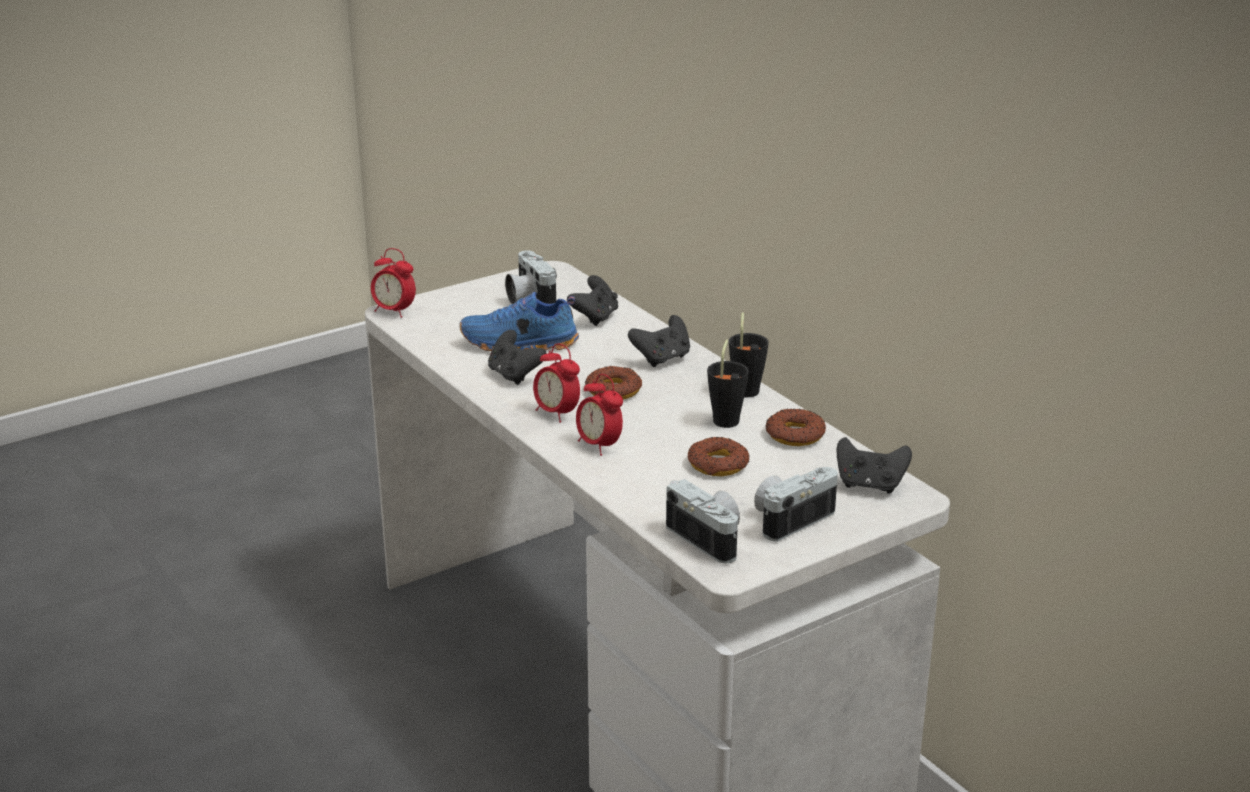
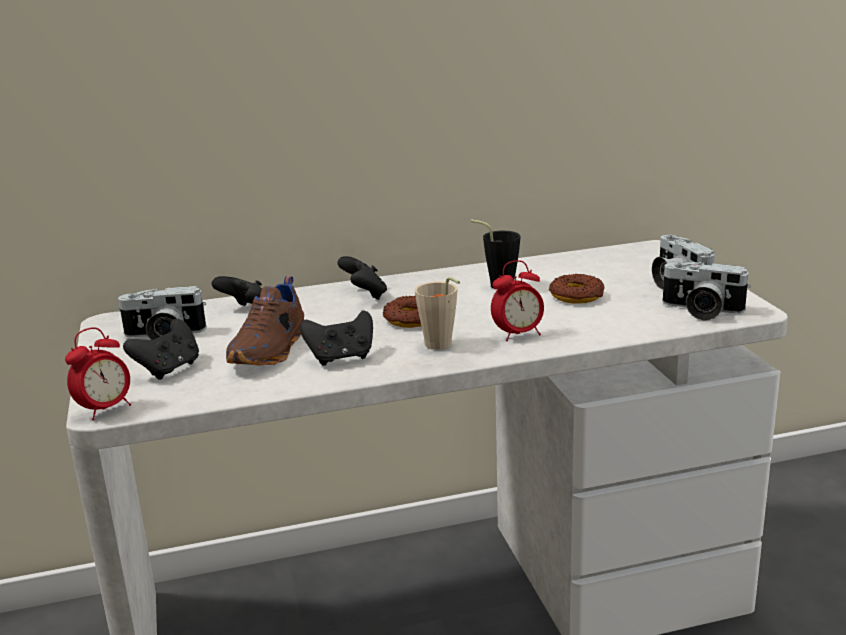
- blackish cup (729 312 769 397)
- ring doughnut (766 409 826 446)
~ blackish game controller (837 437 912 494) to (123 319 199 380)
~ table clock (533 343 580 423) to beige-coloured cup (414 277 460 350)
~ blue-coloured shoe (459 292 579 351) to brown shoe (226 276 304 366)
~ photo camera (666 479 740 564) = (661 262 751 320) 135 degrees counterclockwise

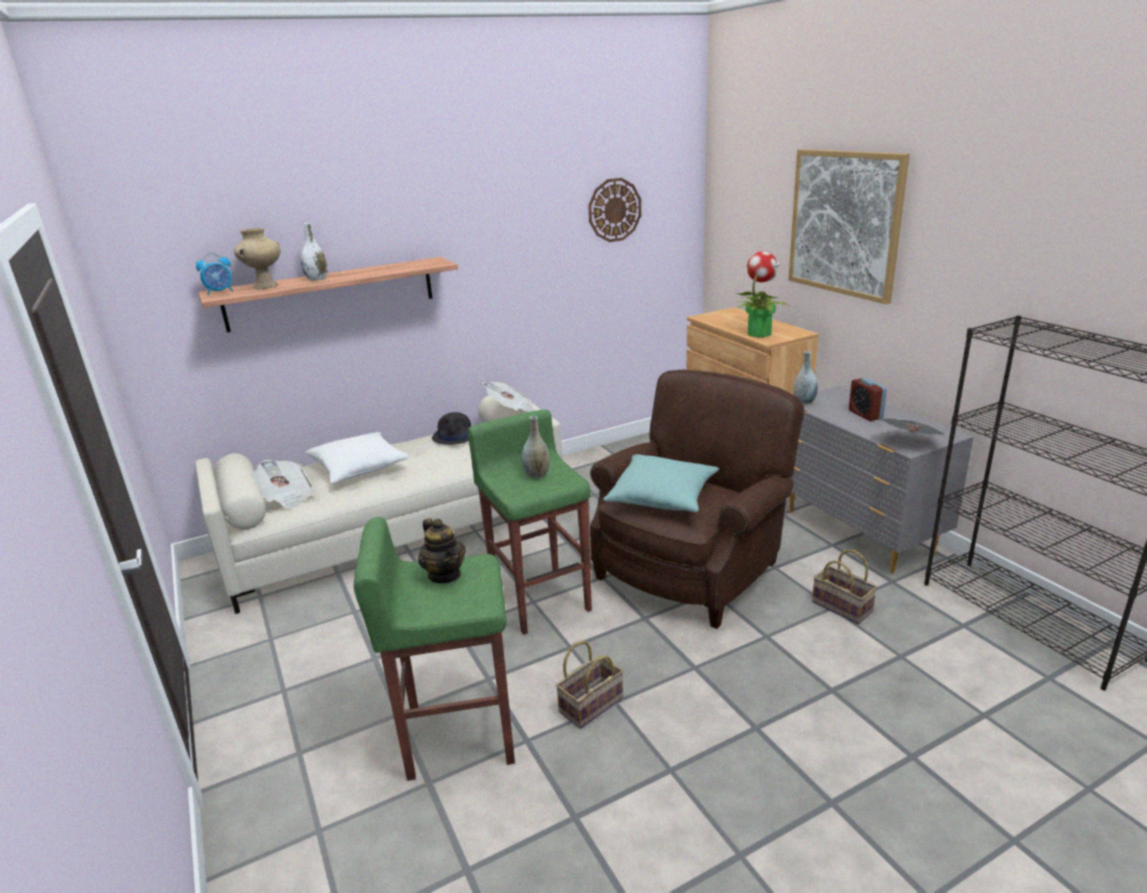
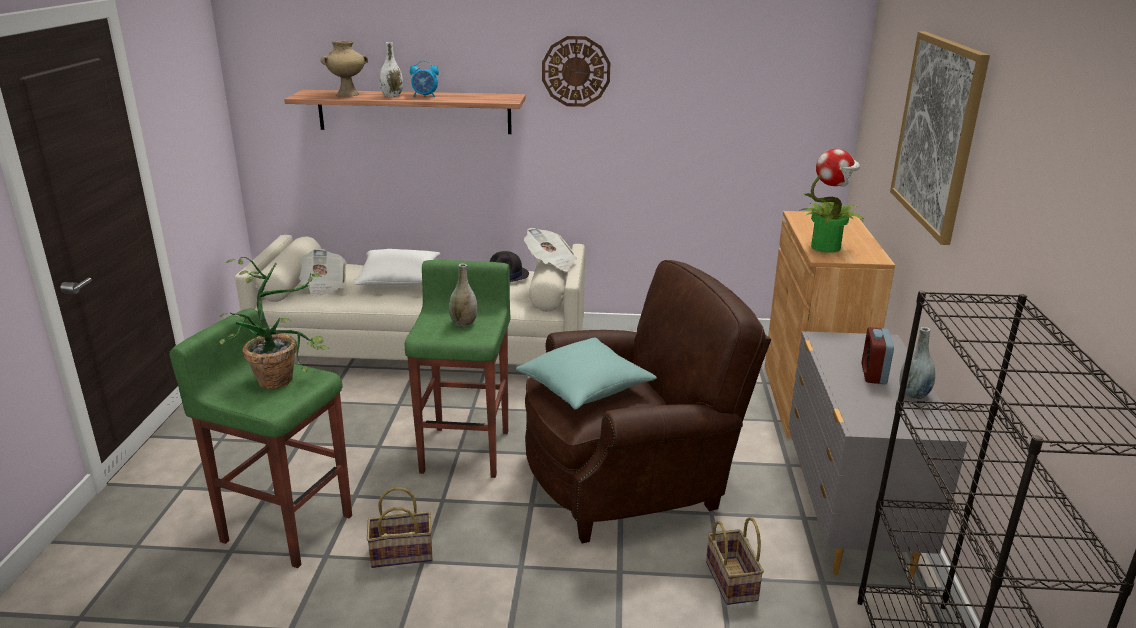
- newspaper (880 418 945 435)
~ table clock (196 253 233 295) to (410 60 439 97)
~ hanging clock (588 178 641 242) to (542 36 610 107)
~ gray decorative vase (793 351 818 404) to (900 327 935 399)
~ tea pot (418 518 466 583) to houseplant (219 257 329 389)

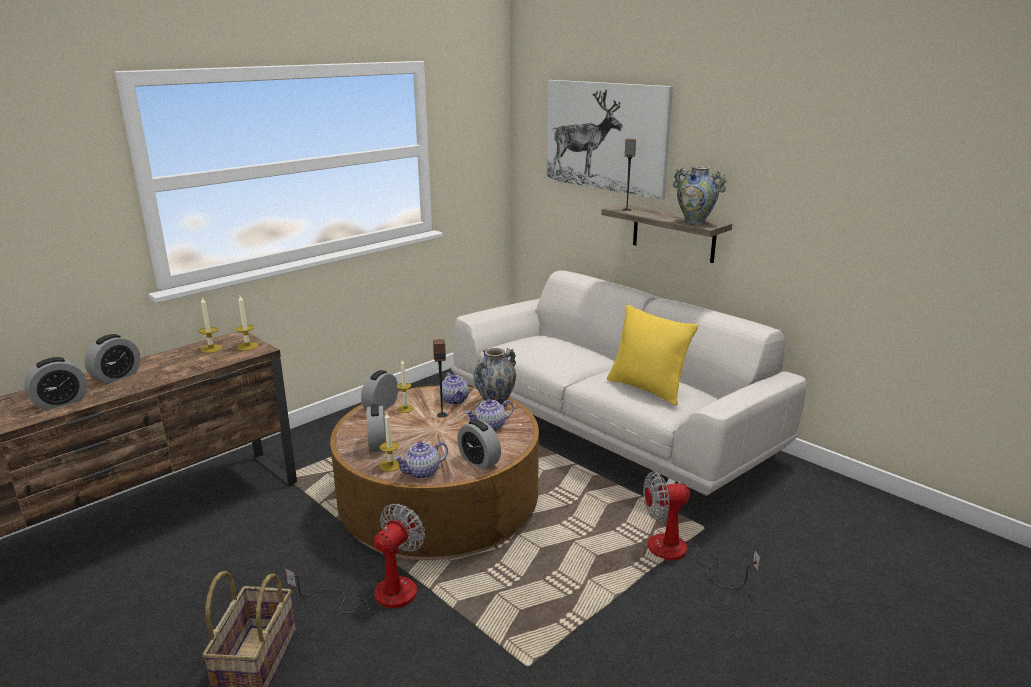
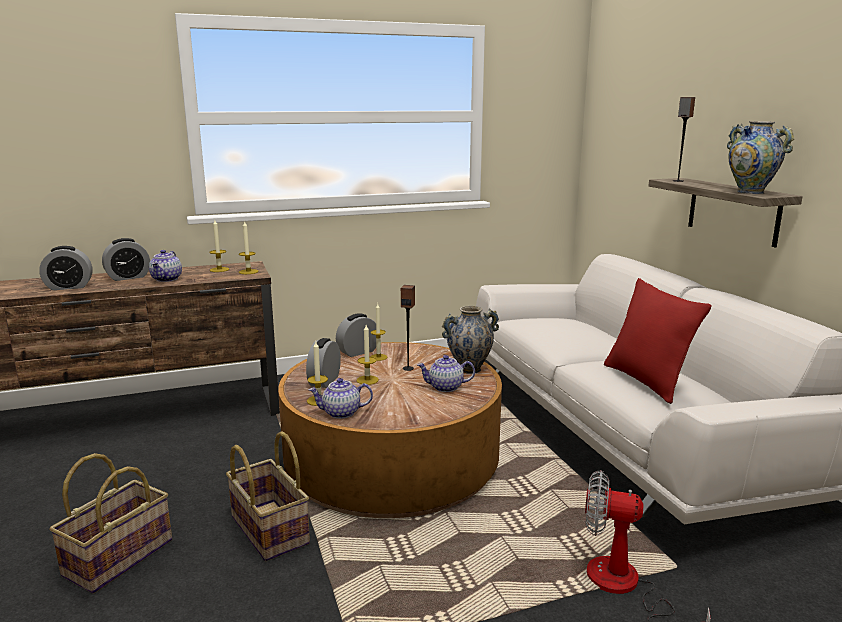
- table clock (457 420 501 470)
- wall picture (547 80 673 200)
+ wax candle (356 325 379 385)
~ tea pot (439 372 469 405) to (149 250 182 282)
~ fan (285 504 425 614) to storage basket (226 431 310 561)
~ yellowish pillow (607 305 698 406) to reddish pillow (604 278 712 404)

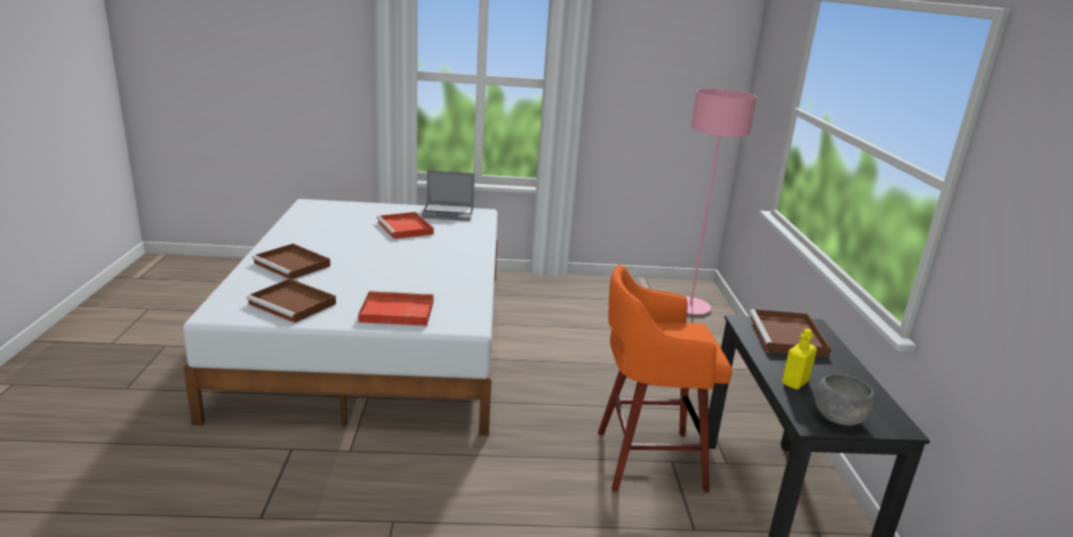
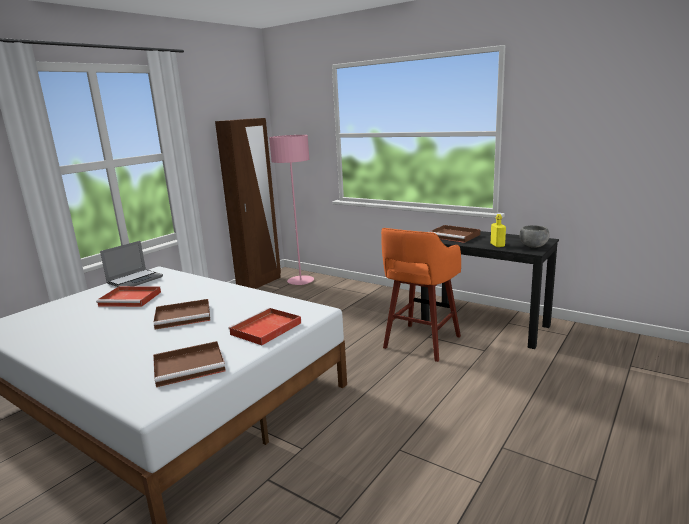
+ brown armoire (215 118 281 289)
~ brown tray (252 244 330 279) to (153 299 210 330)

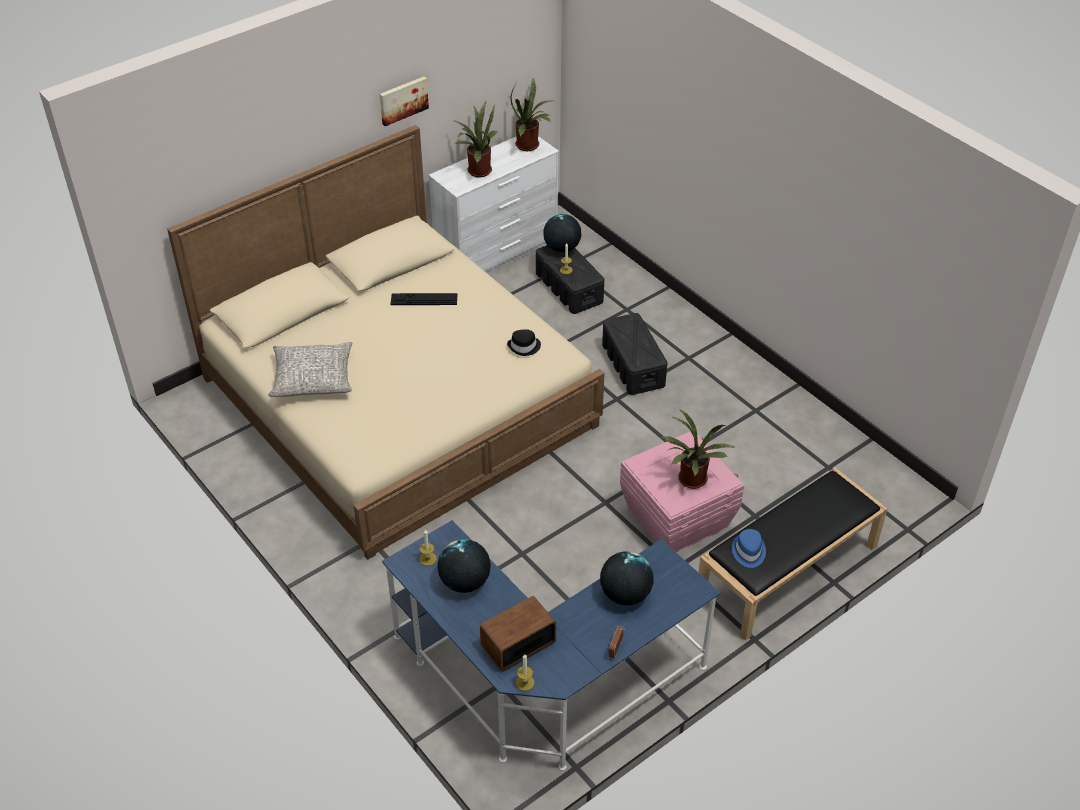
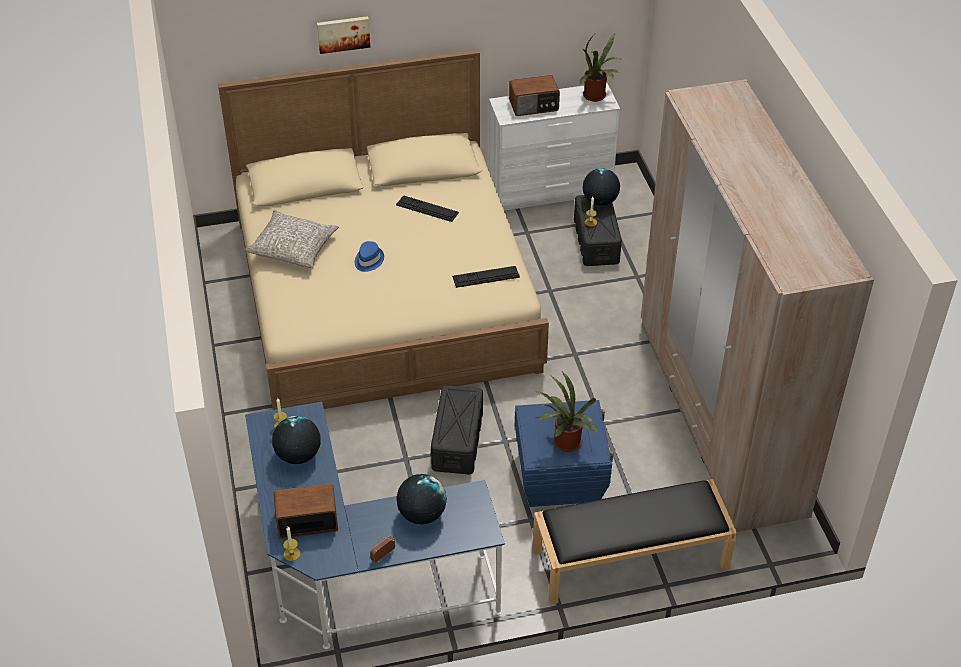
+ beige-coloured armoire (641 79 874 532)
~ wall picture (380 76 429 126) to (317 16 370 54)
~ blackish storage box (602 313 667 395) to (431 385 483 474)
~ blue-coloured clothing hat (732 529 766 568) to (355 241 384 272)
~ houseplant (453 101 497 177) to radio set (509 75 560 116)
~ blackish clothing hat (507 329 541 356) to computer keyboard (452 266 520 288)
~ pink storage box (620 431 744 552) to blue-coloured storage box (515 400 614 507)

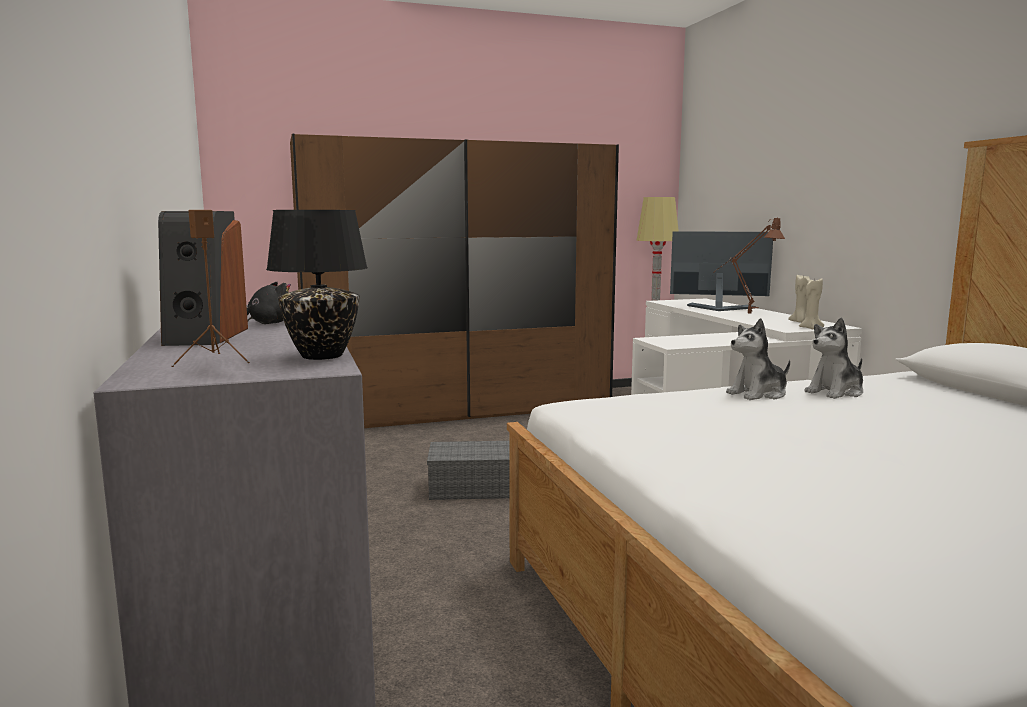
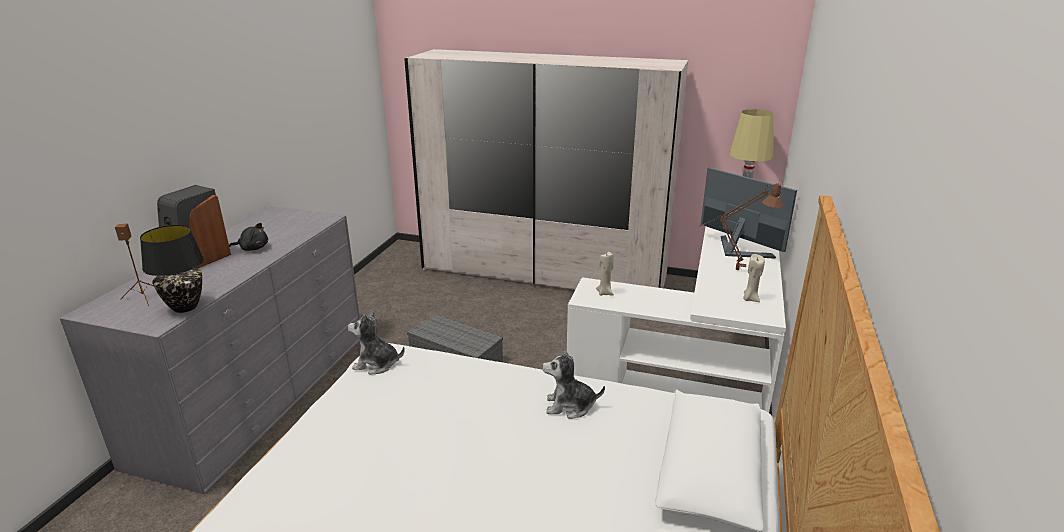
~ plush toy (726 318 790 400) to (348 311 405 375)
~ beige-coloured wax candle (799 278 824 329) to (596 252 614 296)
~ brown armoire (290 134 619 428) to white-coloured armoire (404 49 688 290)

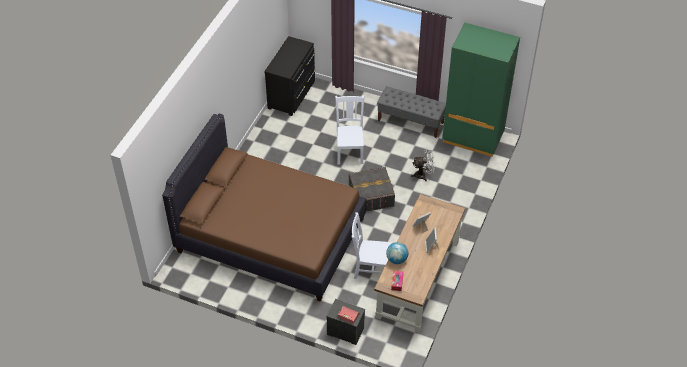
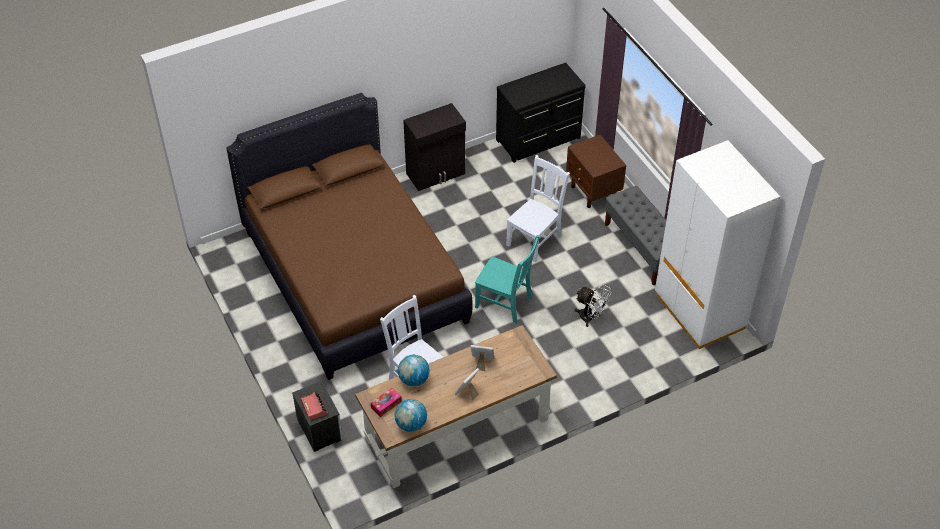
+ world globe (394 399 427 432)
+ blackish cupboard (403 103 466 191)
+ brown night table (566 135 626 208)
~ gray storage box (349 167 395 212) to blue-green upright chair (475 235 540 324)
~ greenish armoire (442 23 520 157) to white-coloured armoire (655 140 780 349)

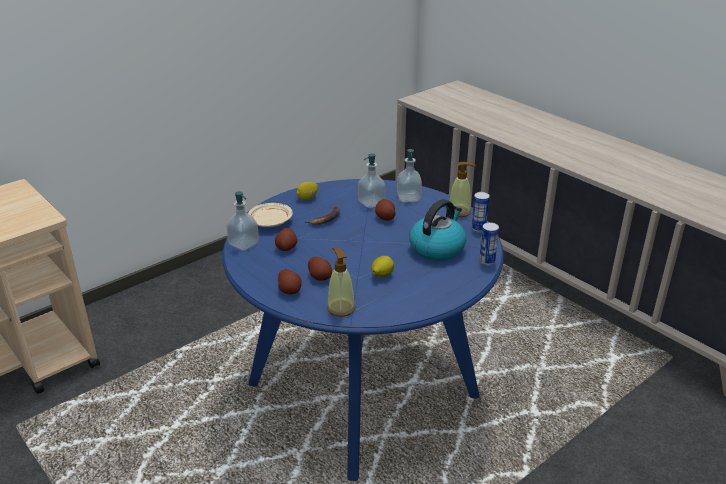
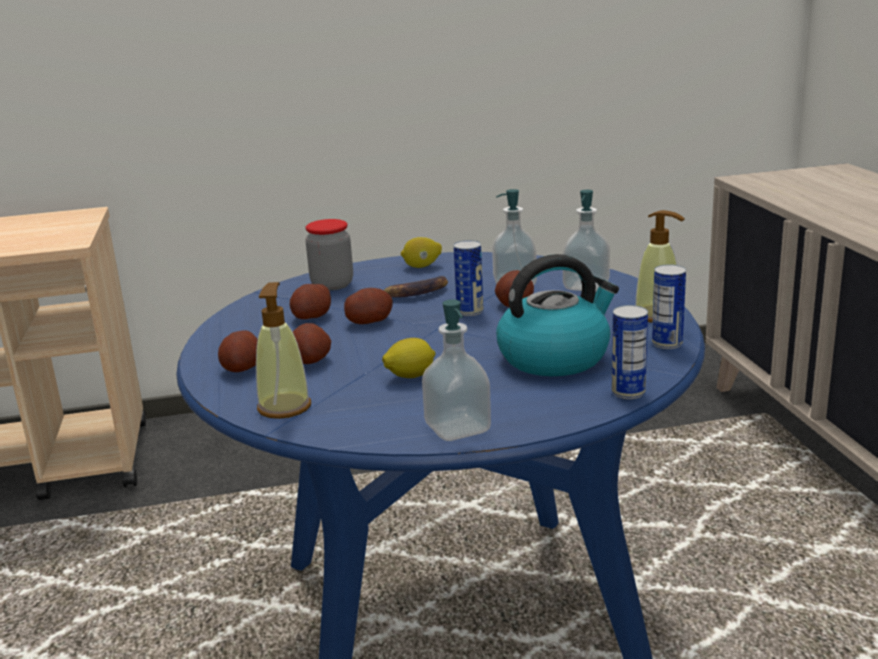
+ whole potato (344 288 393 324)
+ can (453 240 484 316)
~ soap dispenser (226 191 259 251) to (422 299 491 441)
~ beige-coloured flat dish (248 203 293 227) to preserve jar (305 219 353 291)

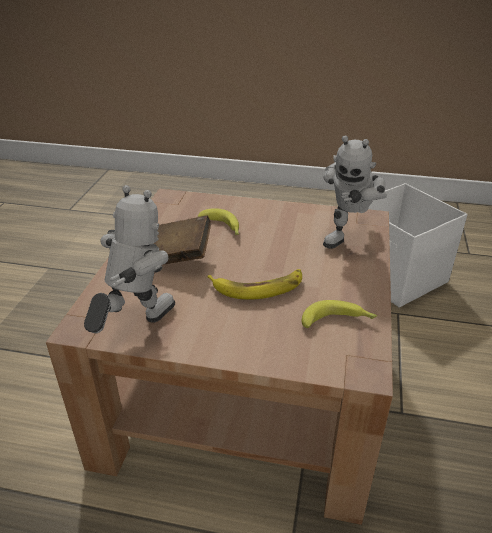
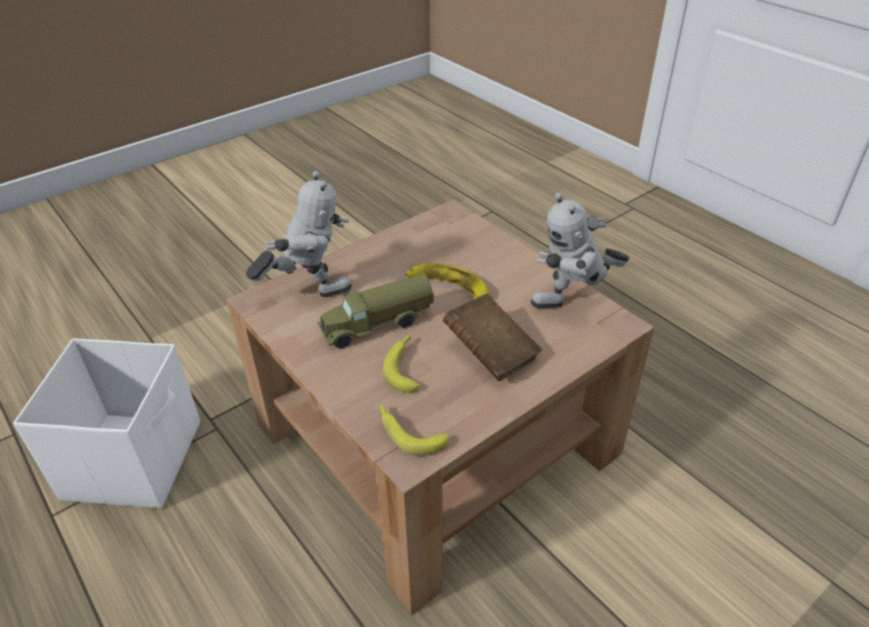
+ model truck (318 273 434 348)
~ whole banana (302 300 377 328) to (379 404 449 456)

